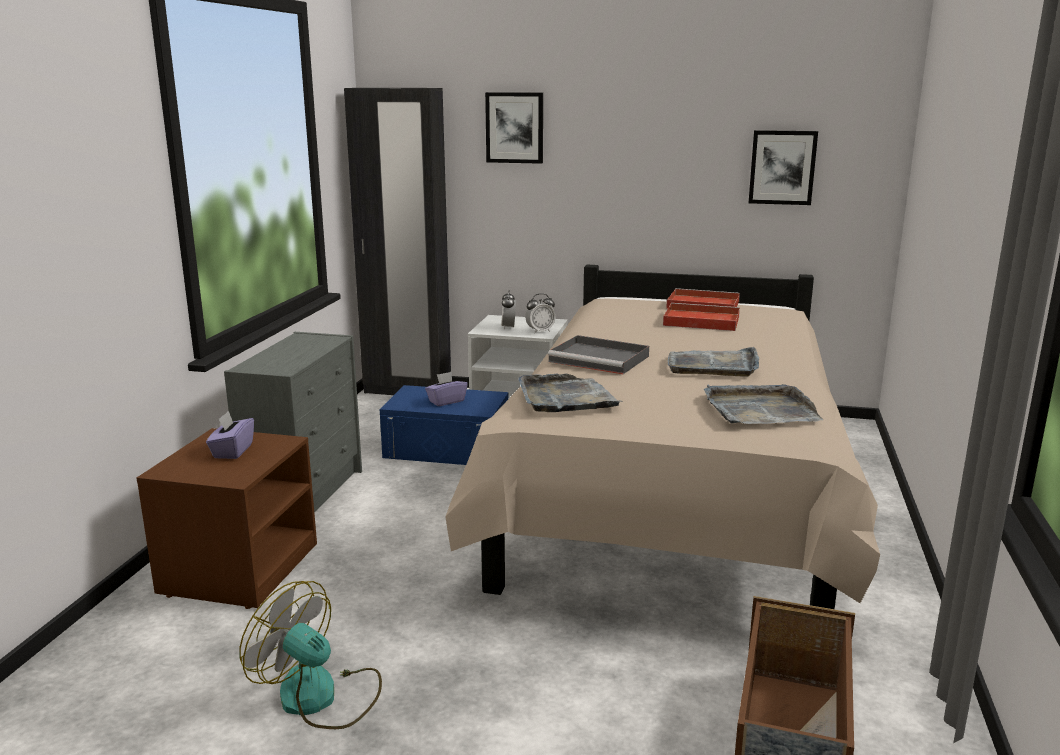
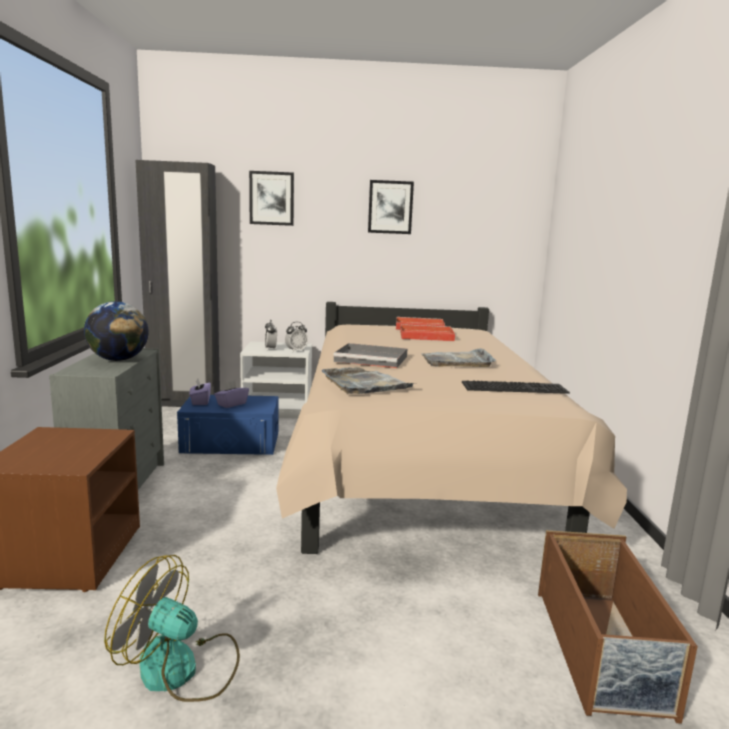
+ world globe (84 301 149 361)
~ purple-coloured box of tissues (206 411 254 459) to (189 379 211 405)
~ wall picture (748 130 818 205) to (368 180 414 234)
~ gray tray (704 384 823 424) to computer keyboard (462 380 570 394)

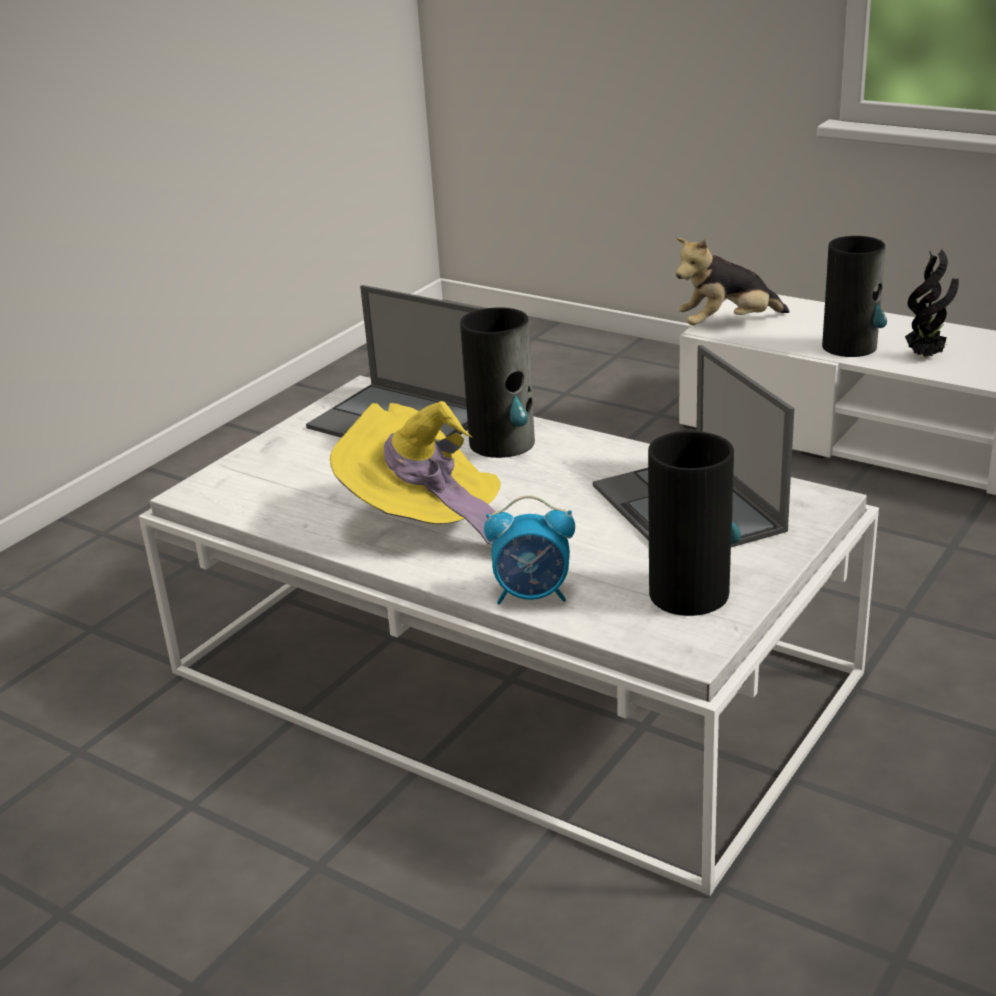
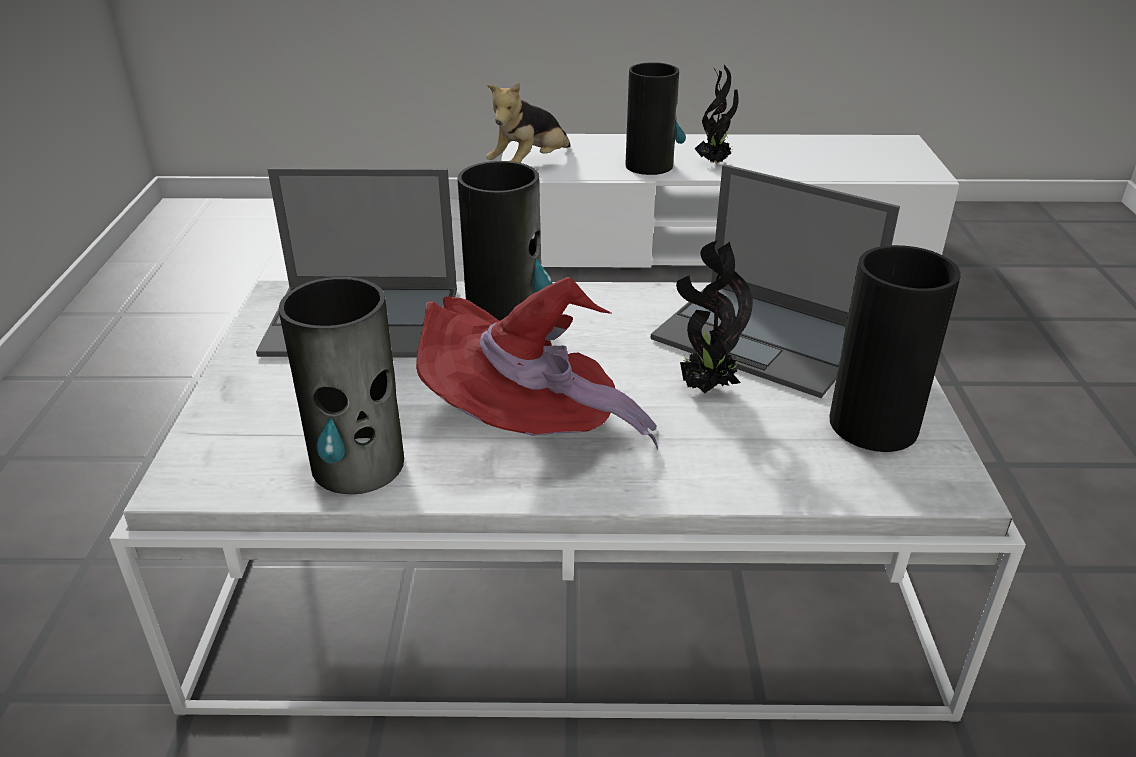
- table clock (484 495 575 604)
+ decorative vase (279 277 404 494)
+ houseplant (676 240 753 393)
~ yellowish clothing hat (330 401 501 545) to reddish clothing hat (416 277 658 449)

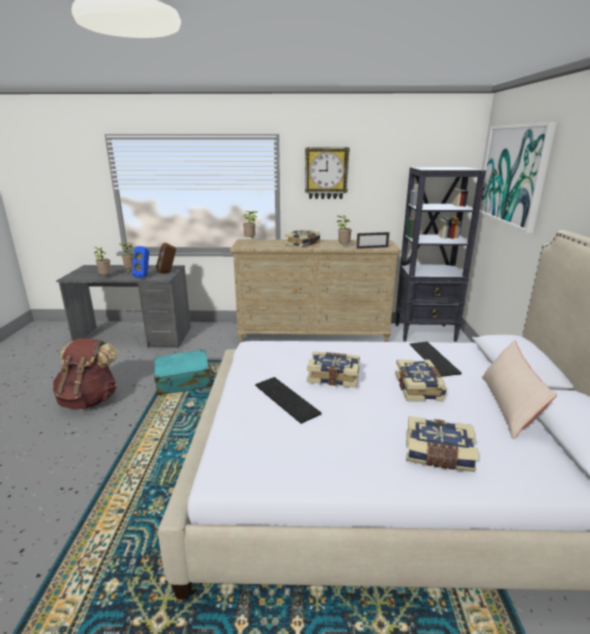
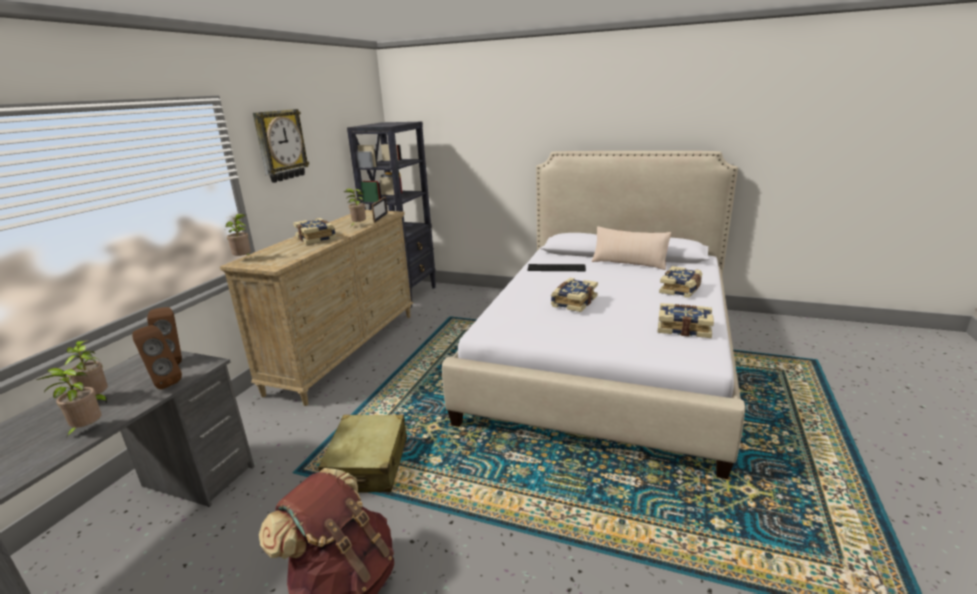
- computer keyboard (255 377 322 424)
- wall picture (479 122 557 233)
~ bound book (395 360 447 401) to (658 303 714 338)
~ blue-coloured audio speaker (132 246 149 278) to brown audio speaker (132 325 182 389)
~ blue-green suitcase (154 349 214 395) to beige-coloured suitcase (318 415 407 492)

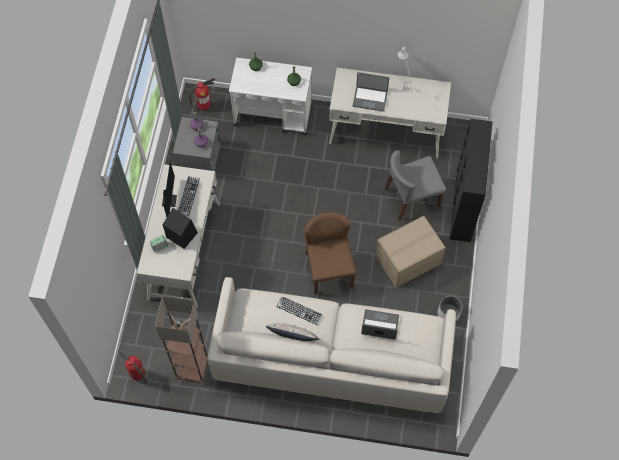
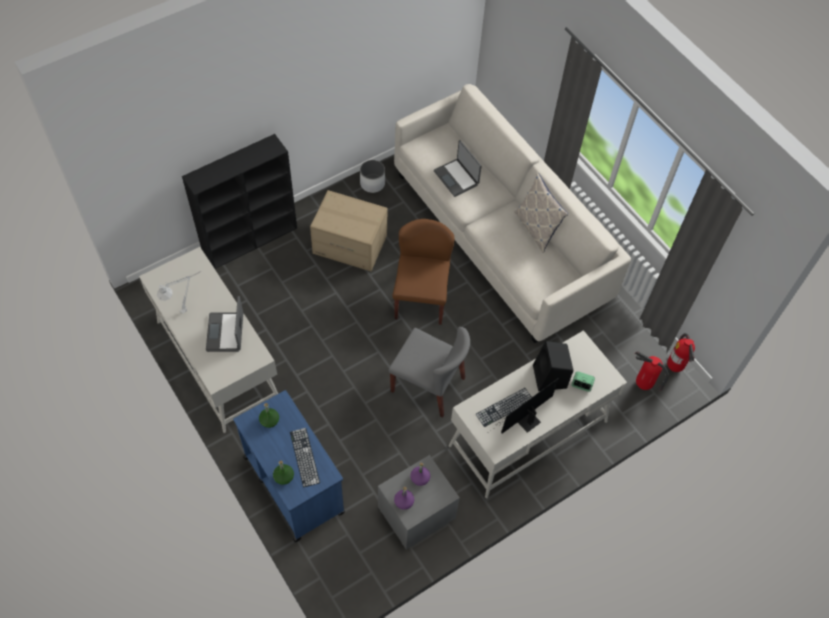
- standing lamp (155 296 208 382)
~ fire-fighting cylinder (189 78 215 110) to (635 351 669 391)
~ computer keyboard (277 296 322 325) to (290 428 320 488)
~ gray upright chair (385 150 446 221) to (389 327 470 418)
~ white-coloured wheeled cart (229 58 312 135) to blue-coloured wheeled cart (233 390 345 542)
~ brown upright chair (305 212 356 294) = (393 219 455 325) 150 degrees clockwise
~ laptop (353 72 389 112) = (206 296 243 352) 150 degrees counterclockwise

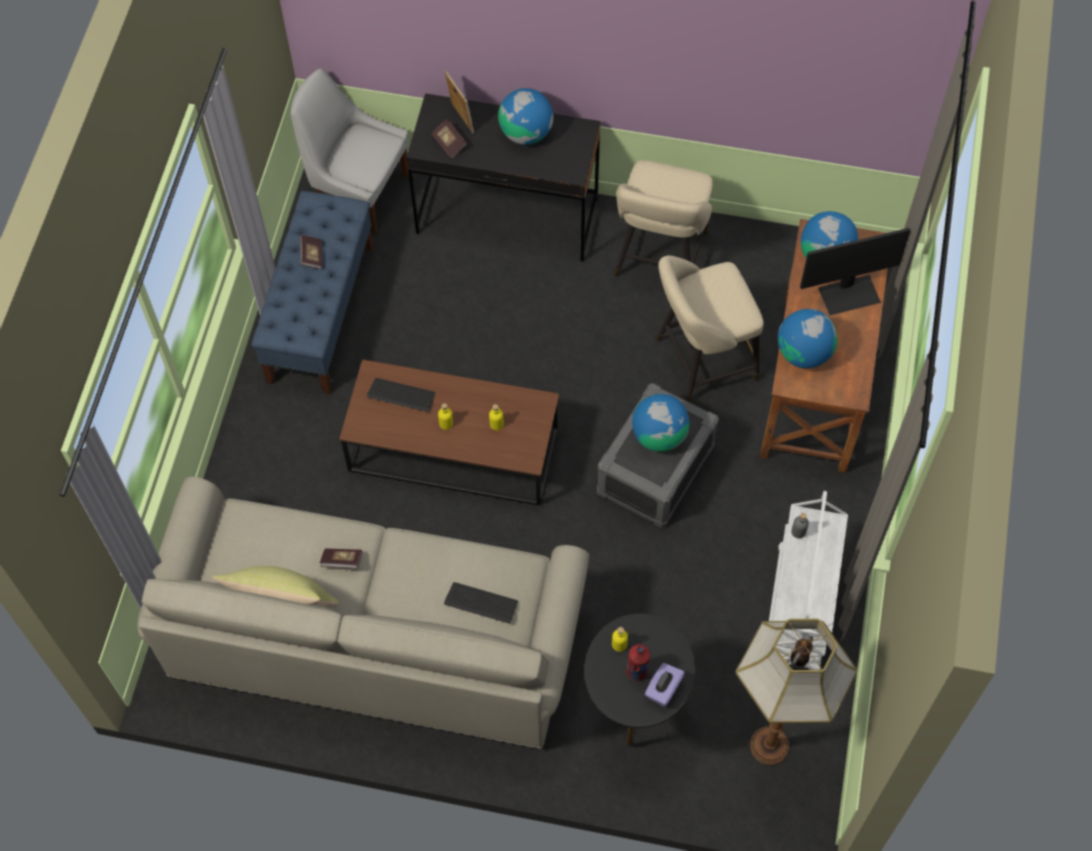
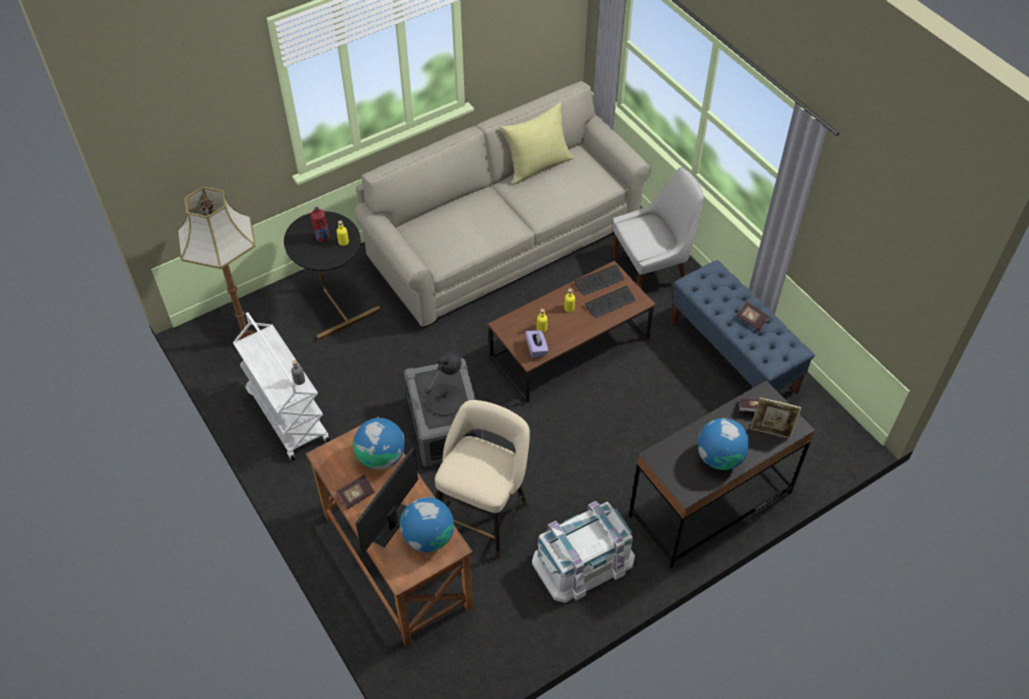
~ white-coloured upright chair (291 69 408 233) to (613 167 704 289)
~ bound book (320 548 362 568) to (336 475 375 509)
~ computer keyboard (444 582 518 624) to (574 265 624 296)
~ purple-coloured box of tissues (645 663 685 707) to (525 330 548 358)
~ beige-coloured sitting stool (614 160 713 277) to white-coloured storage box (532 501 635 603)
~ world globe (632 394 689 452) to blackish table lamp (425 351 464 416)

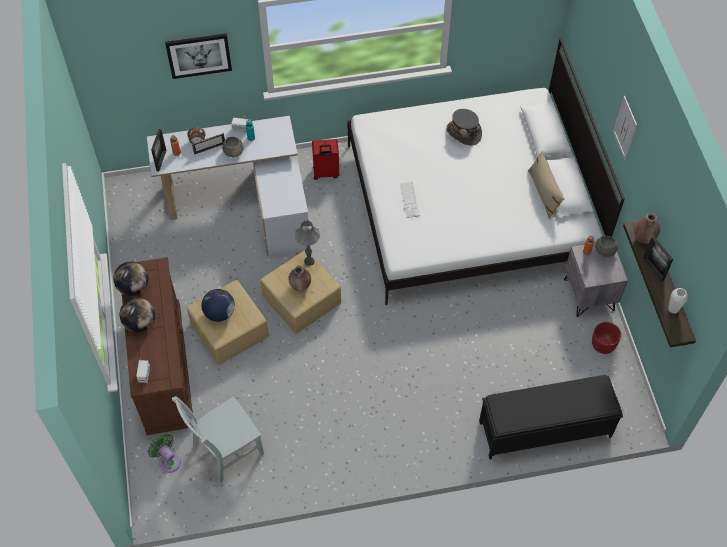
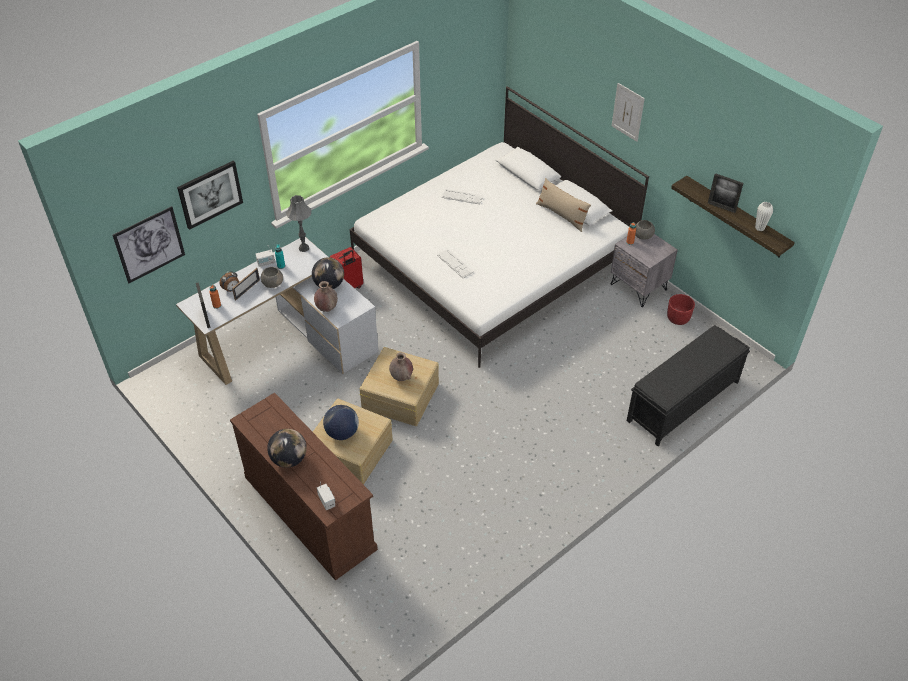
- greenish fan (148 434 181 473)
- gray upright chair (172 396 264 484)
+ wall picture (112 206 185 283)
~ world globe (113 262 148 296) to (312 257 344 289)
~ gray table lamp (295 220 320 266) to (286 195 311 252)
~ brown decorative vase (634 213 660 244) to (314 281 338 312)
~ gray clothing hat (446 109 482 146) to computer keyboard (442 189 483 204)

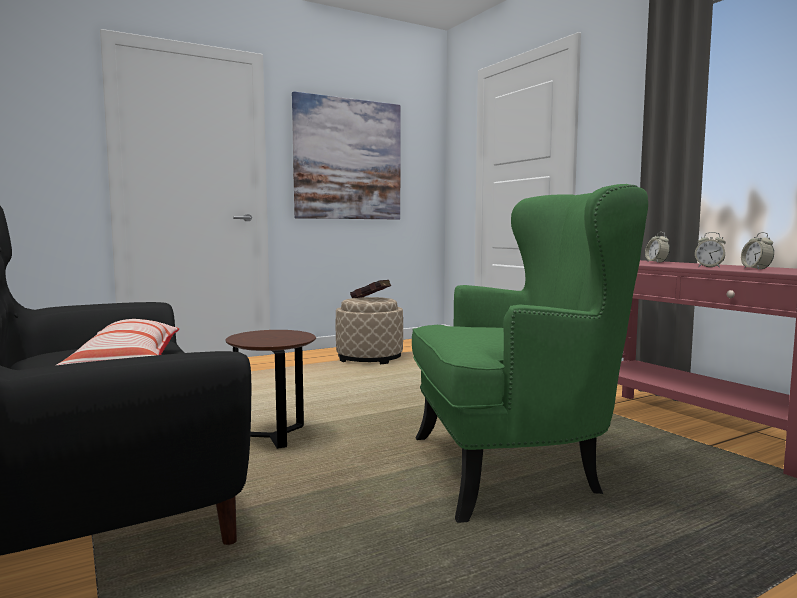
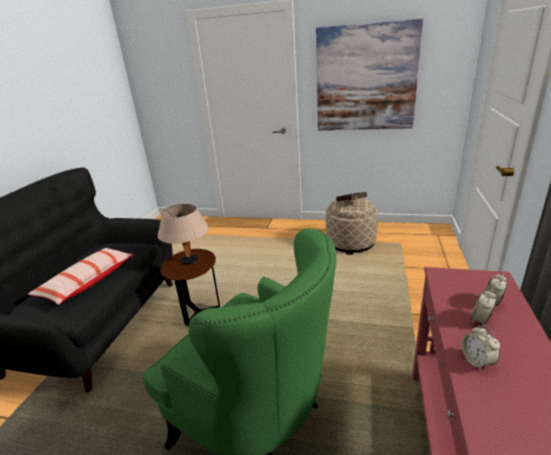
+ beige-coloured table lamp (158 204 209 265)
~ table clock (741 232 774 269) to (470 289 496 324)

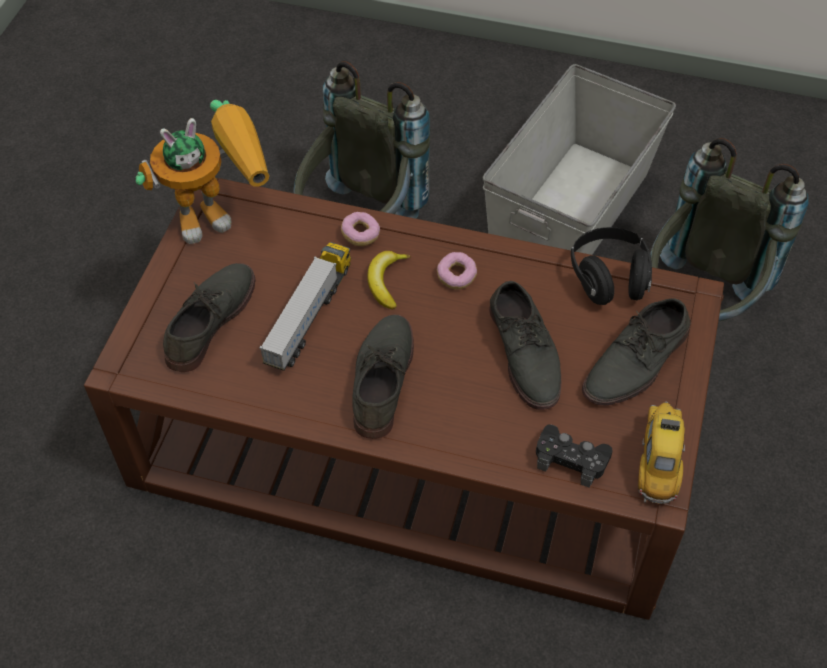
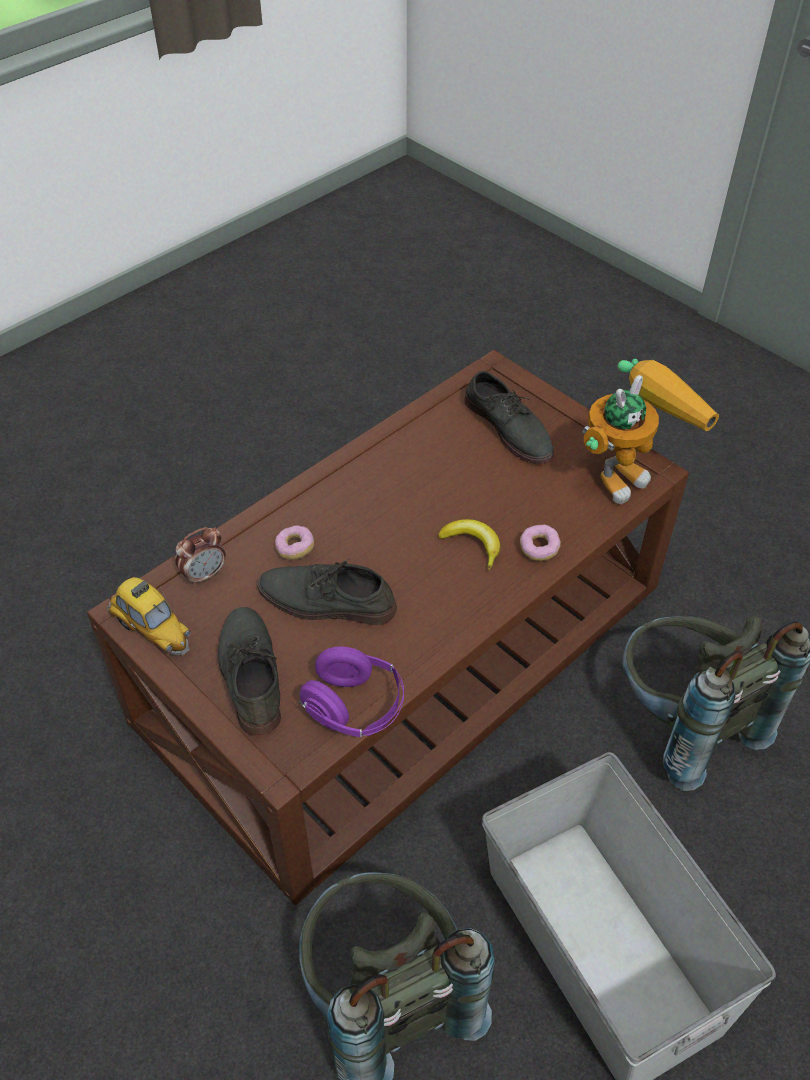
- model truck (259 242 351 371)
- gray shoe (352 314 414 439)
~ ring doughnut (437 252 477 289) to (275 526 314 560)
~ blackish game controller (536 425 612 487) to table clock (175 527 226 586)
~ blackish pair of headphones (571 227 652 305) to purple-coloured pair of headphones (298 647 404 737)
~ toy robot (136 100 270 244) = (582 359 719 504) 135 degrees counterclockwise

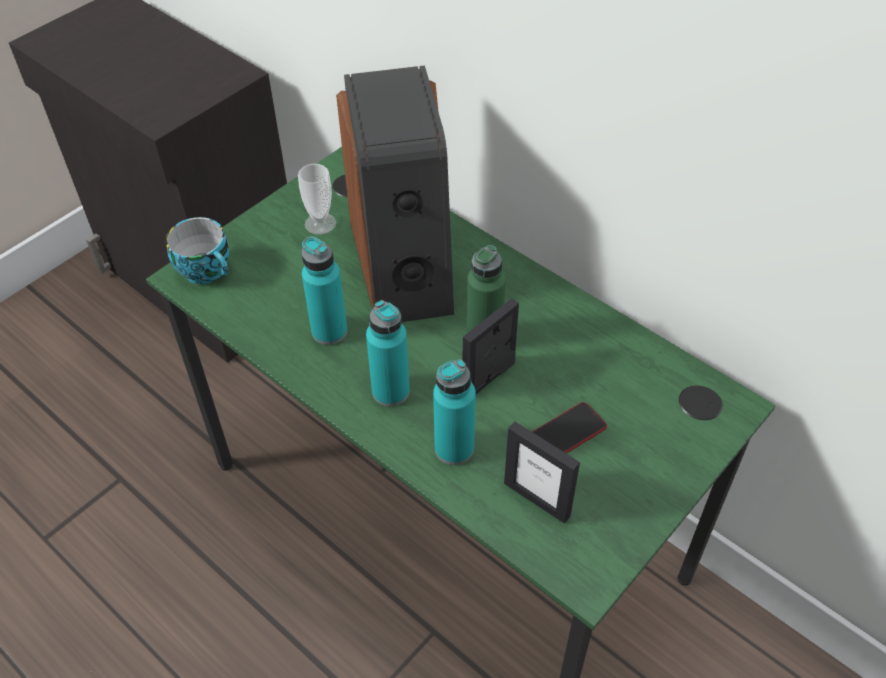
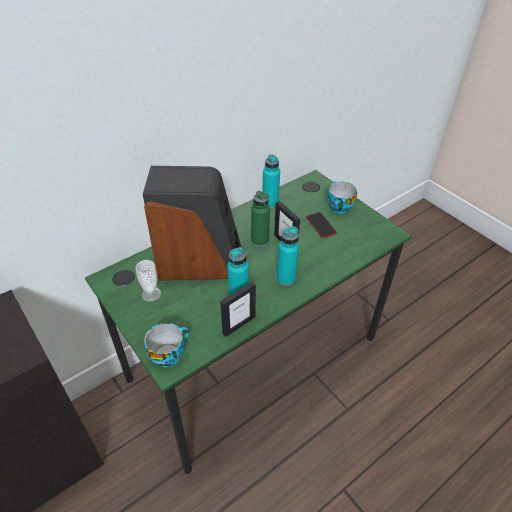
+ cup (327 181 357 214)
~ blue-green bottle (433 359 476 465) to (263 154 280 209)
~ photo frame (504 421 580 524) to (220 282 256 337)

